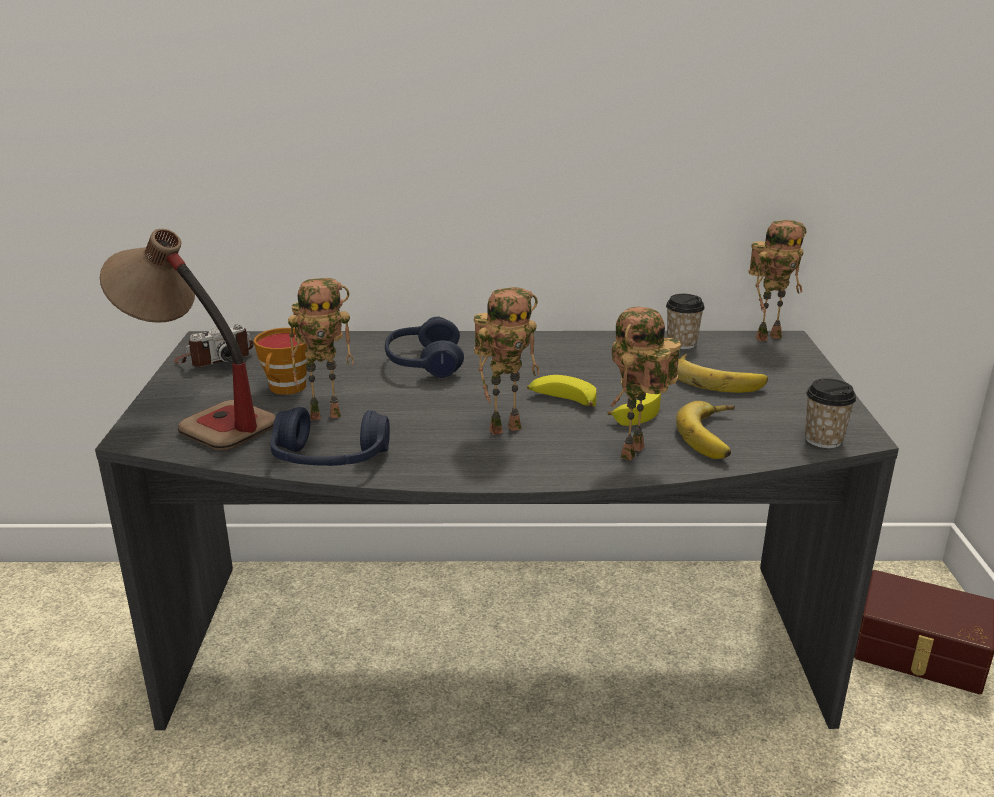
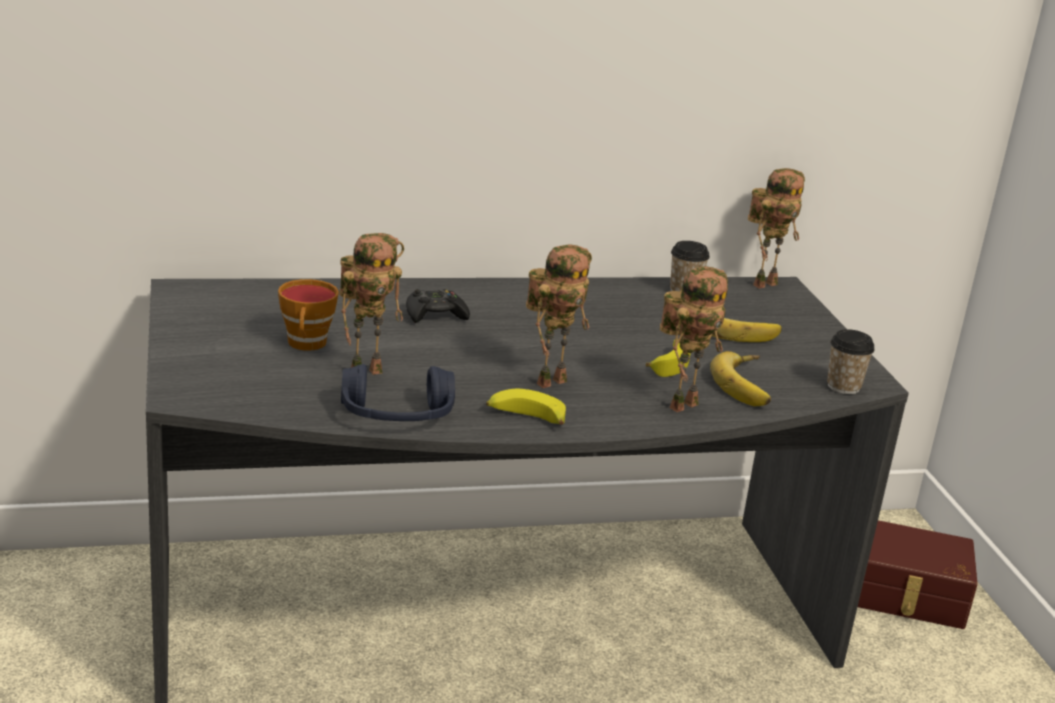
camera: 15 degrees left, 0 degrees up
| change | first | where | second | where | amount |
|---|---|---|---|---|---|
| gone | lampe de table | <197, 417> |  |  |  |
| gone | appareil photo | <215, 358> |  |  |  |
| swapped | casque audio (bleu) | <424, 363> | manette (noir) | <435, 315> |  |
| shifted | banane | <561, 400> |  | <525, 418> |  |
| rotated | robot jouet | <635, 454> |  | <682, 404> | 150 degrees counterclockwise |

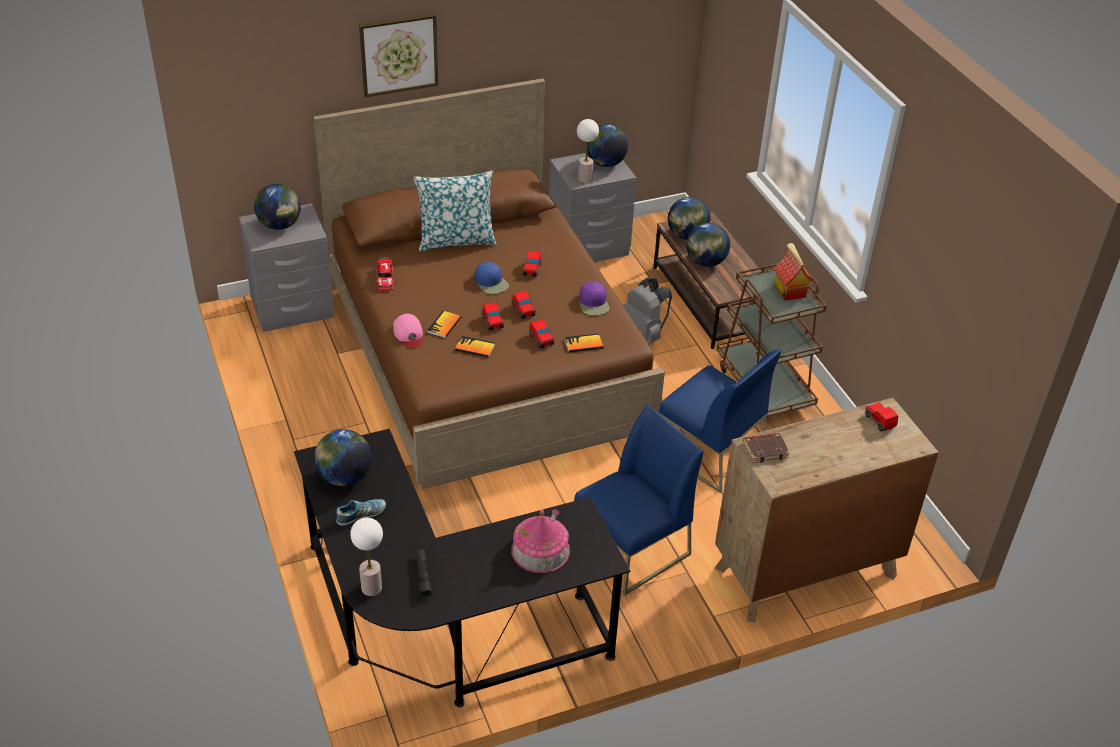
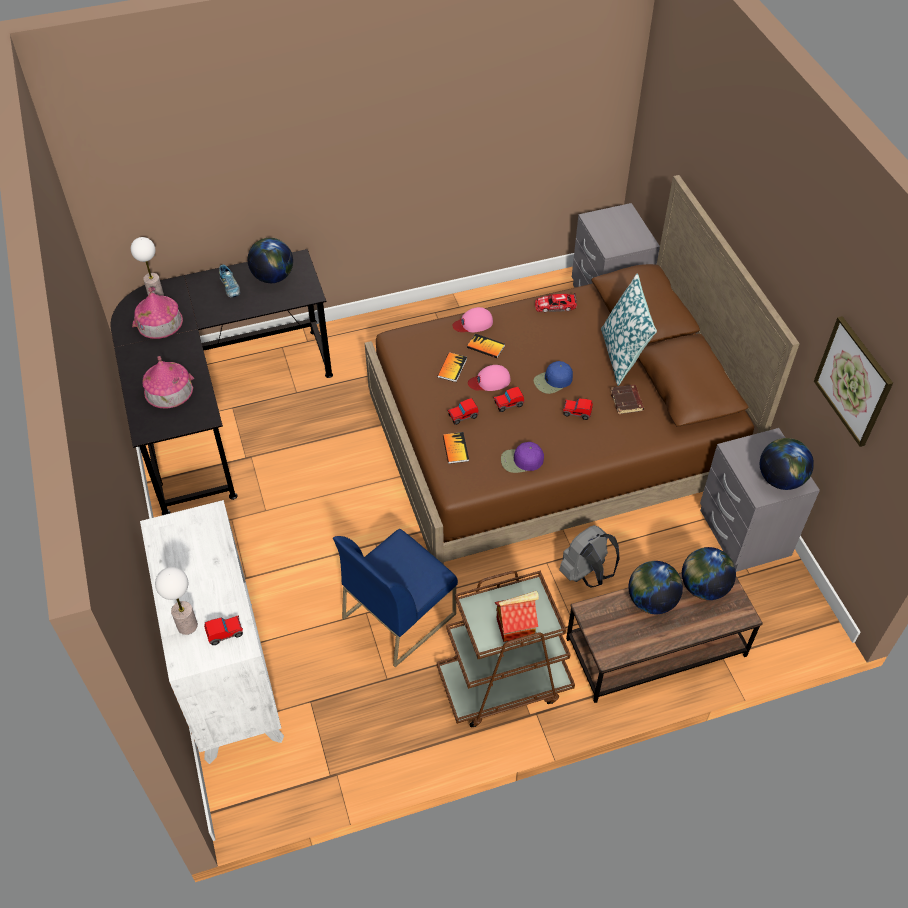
camera: 95 degrees right, 10 degrees up
| change | first | where | second | where | amount |
|---|---|---|---|---|---|
| gone | globe | <280, 225> |  |  |  |
| shifted | tableau | <399, 54> |  | <853, 381> |  |
| swapped | lampe de poche (noir) | <423, 576> | maison miniature | <159, 322> |  |
| swapped | petite voiture | <493, 322> | casquette (rose) | <489, 381> |  |
| gone | chaise (bleu) | <631, 550> |  |  |  |
| shifted | lampe de table | <585, 179> |  | <187, 625> |  |
| repainted | commode (marron) | <805, 572> | commode (blanc) | <228, 678> |  |
| shifted | livre (marron) | <765, 449> |  | <627, 401> |  |

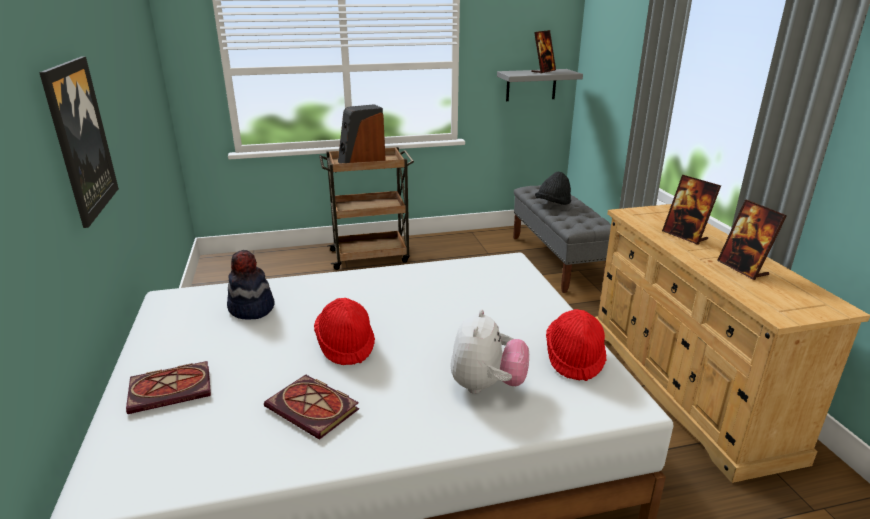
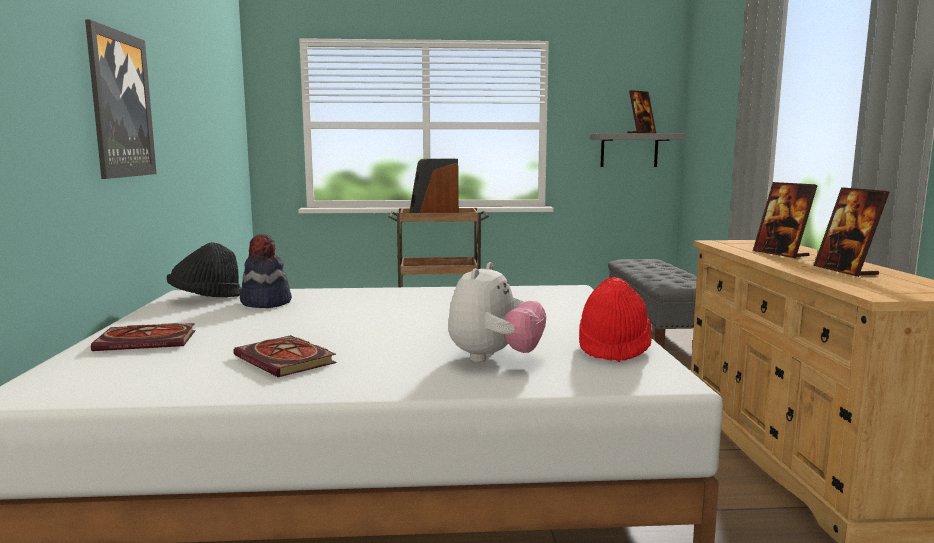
camera: 10 degrees right, 15 degrees down
| change | first | where | second | where | amount |
|---|---|---|---|---|---|
| gone | chapeau (rouge) | <346, 345> |  |  |  |
| shifted | chapeau (noir) | <553, 204> |  | <206, 298> |  |

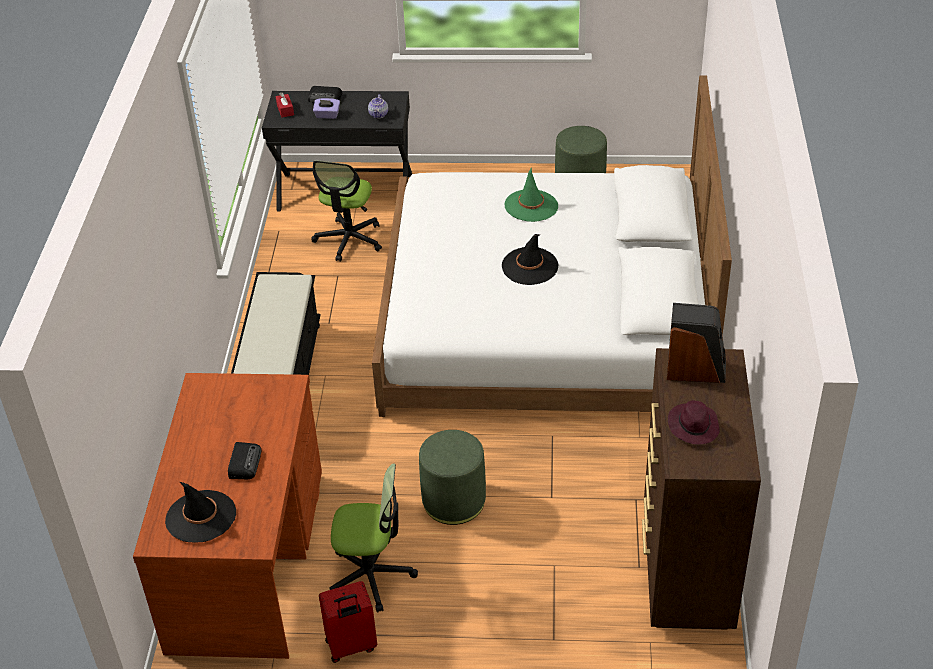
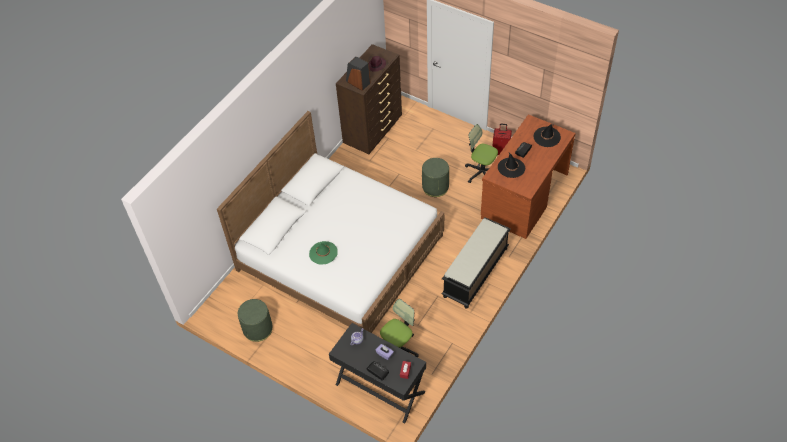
camera: 150 degrees left, 10 degrees up
| change | first | where | second | where | amount |
|---|---|---|---|---|---|
| shifted | chapeau (noir) | <530, 266> |  | <511, 168> |  |

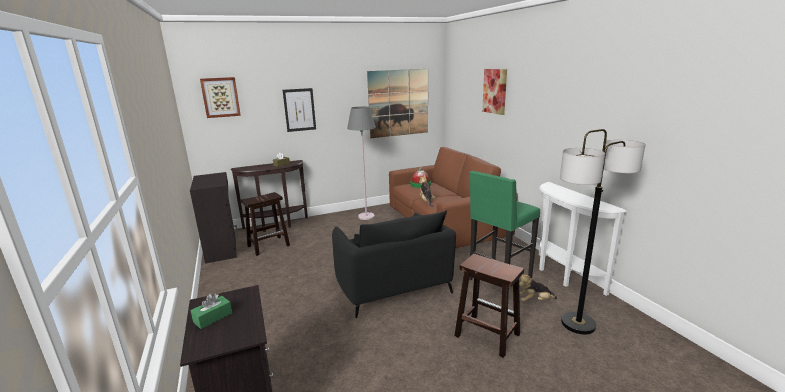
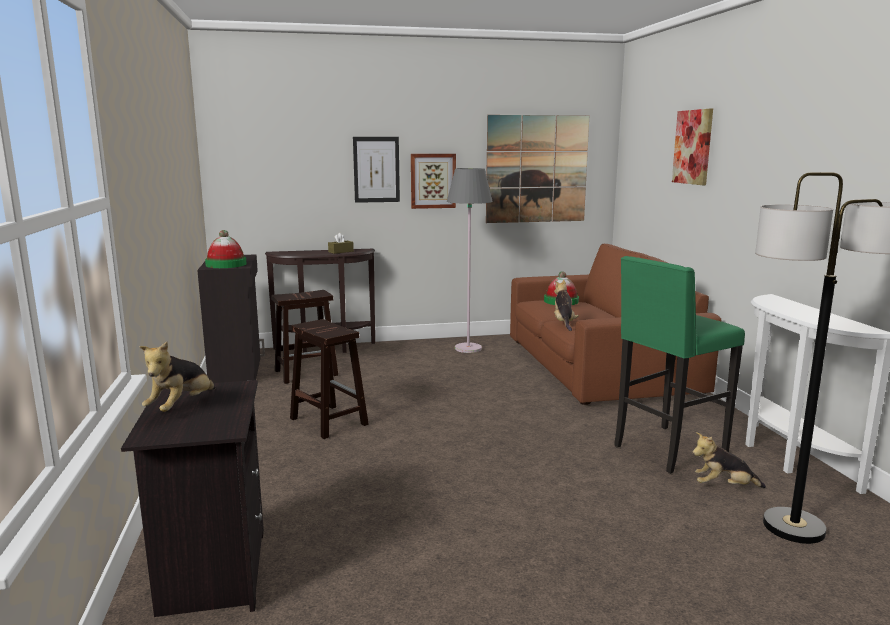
camera: 10 degrees right, 5 degrees down
| change | first | where | second | where | amount |
|---|---|---|---|---|---|
| swapped | boîte à mouchoirs (vert) | <213, 317> | peluche | <182, 407> |  |
| shifted | tableau | <220, 97> |  | <433, 181> |  |
| gone | fauteuil (noir) | <392, 286> |  |  |  |
| shifted | tabouret (marron) | <486, 335> |  | <327, 421> |  |
| new |  |  | chapeau | <226, 264> |  |

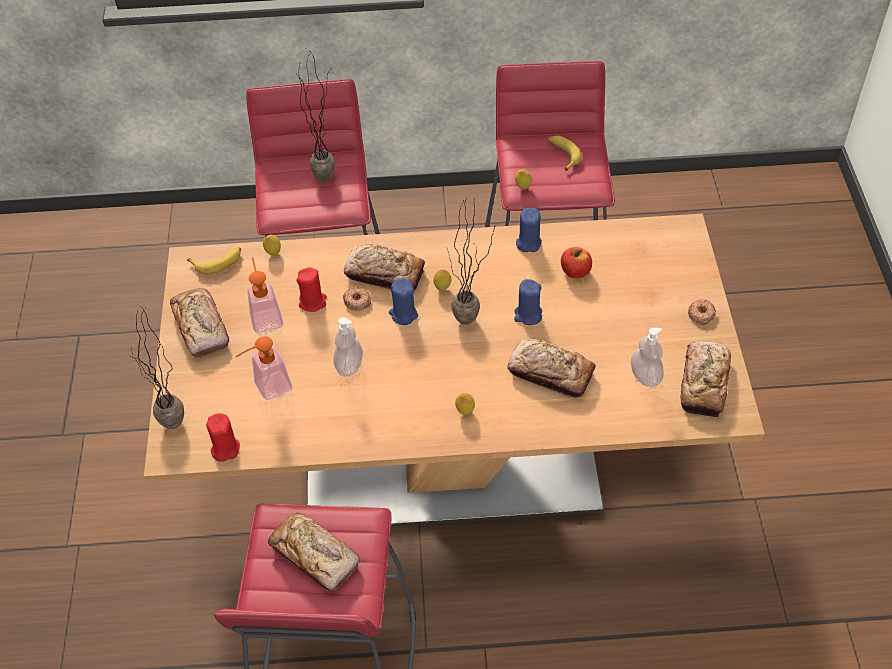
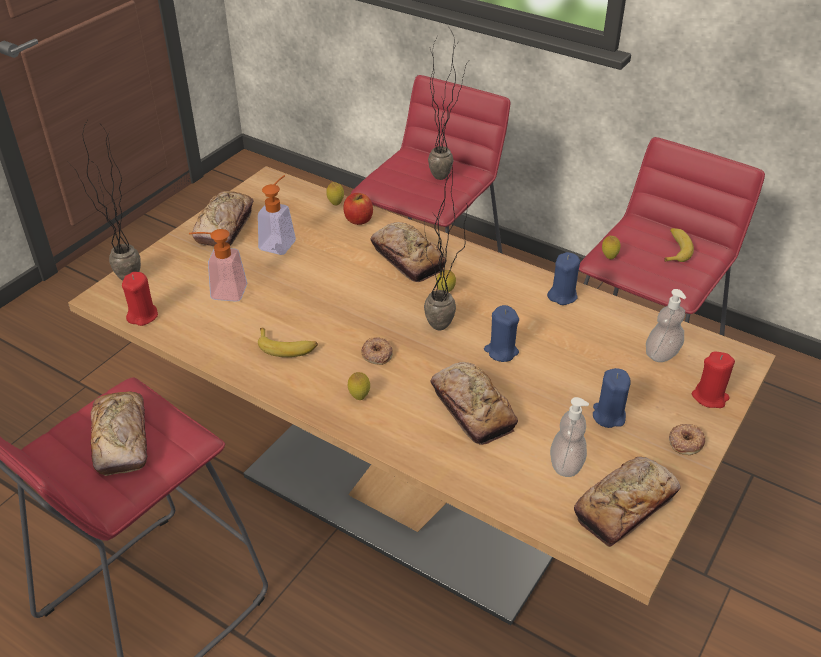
camera: 35 degrees right, 10 degrees down
| change | first | where | second | where | amount |
|---|---|---|---|---|---|
| shifted | banane | <218, 262> |  | <287, 347> |  |
| shifted | bougie (rouge) | <313, 302> |  | <710, 397> |  |
| shifted | distributeur de savon | <349, 366> |  | <661, 354> |  |
| shifted | beignet | <357, 301> |  | <376, 354> |  |
| shifted | bougie (bleu) | <403, 314> |  | <608, 415> |  |
| shifted | pomme | <575, 272> |  | <358, 220> |  |

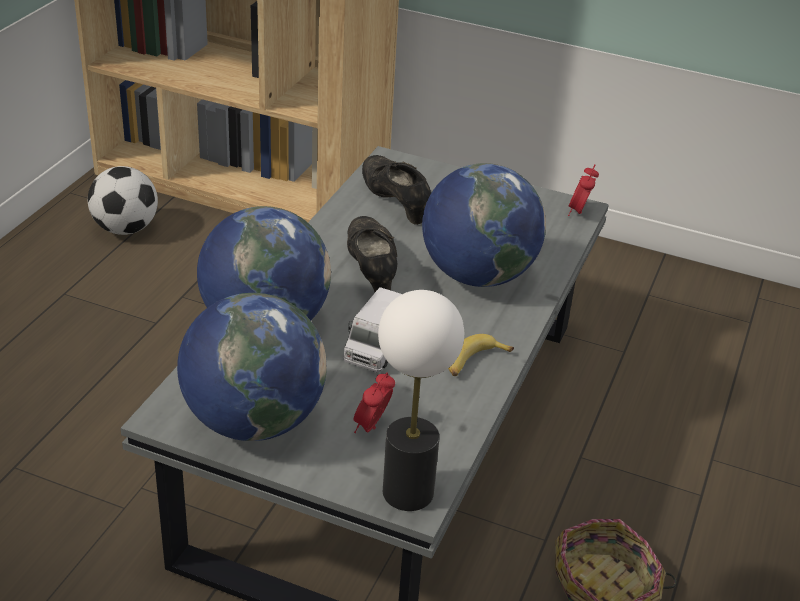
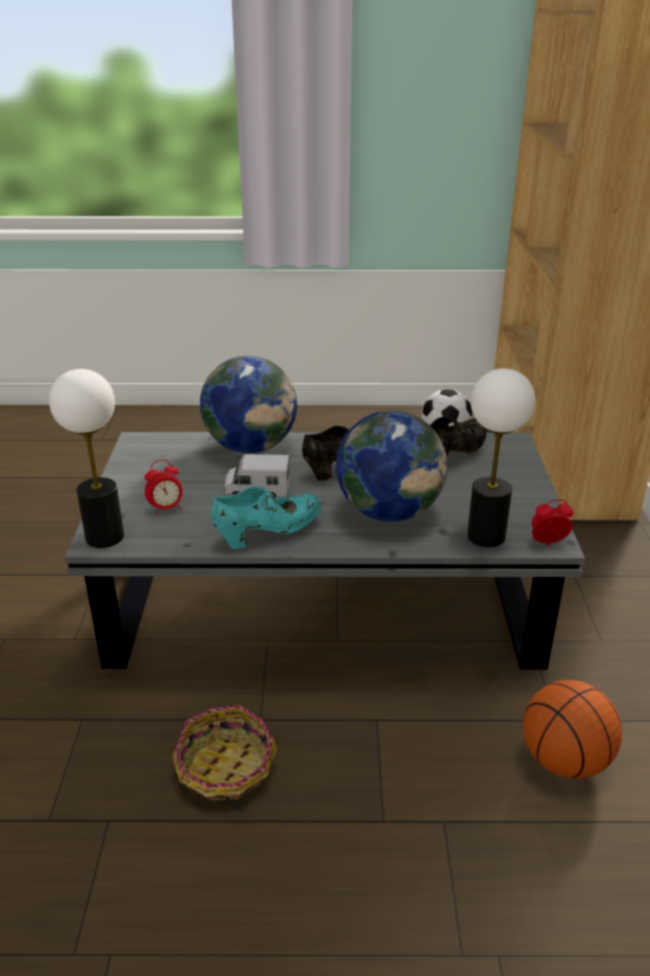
camera: 70 degrees right, 5 degrees down
| change | first | where | second | where | amount |
|---|---|---|---|---|---|
| gone | globe | <253, 421> |  |  |  |
| rotated | réveil | <372, 427> |  | <166, 509> | 150 degrees clockwise |
| swapped | banane | <474, 362> | chaussure (turquoise) | <269, 533> |  |
| new |  |  | lampe de table | <486, 536> |  |
| new |  |  | ballon de basket | <564, 760> |  |

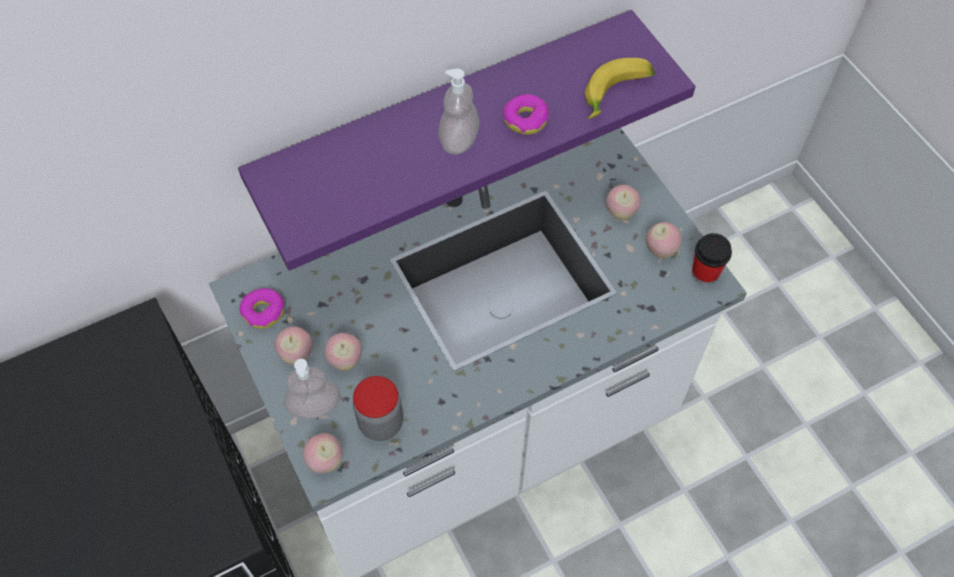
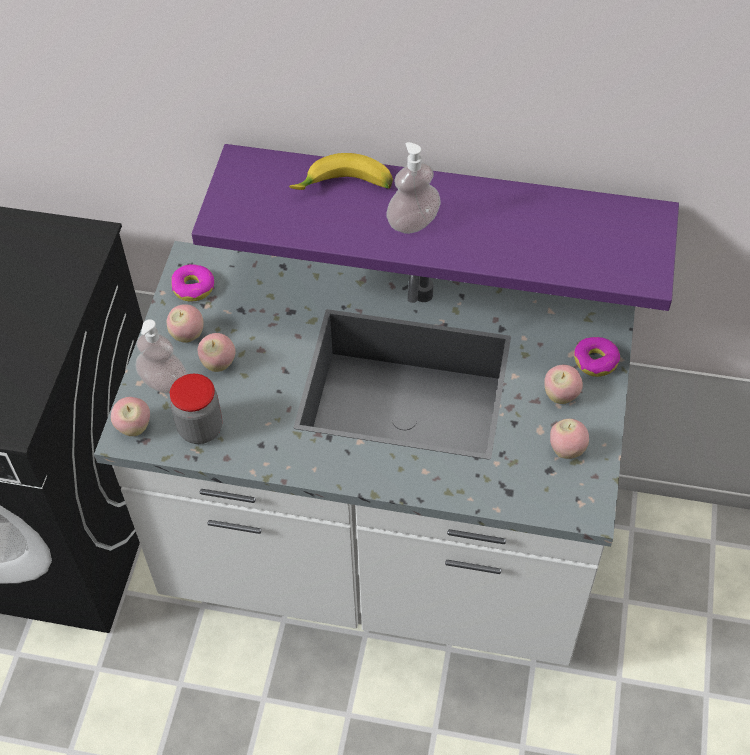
camera: 40 degrees right, 5 degrees down
| change | first | where | second | where | amount |
|---|---|---|---|---|---|
| shifted | beignet | <525, 119> |  | <596, 361> |  |
| shifted | banane | <617, 95> |  | <344, 188> |  |
| gone | tasse | <705, 273> |  |  |  |

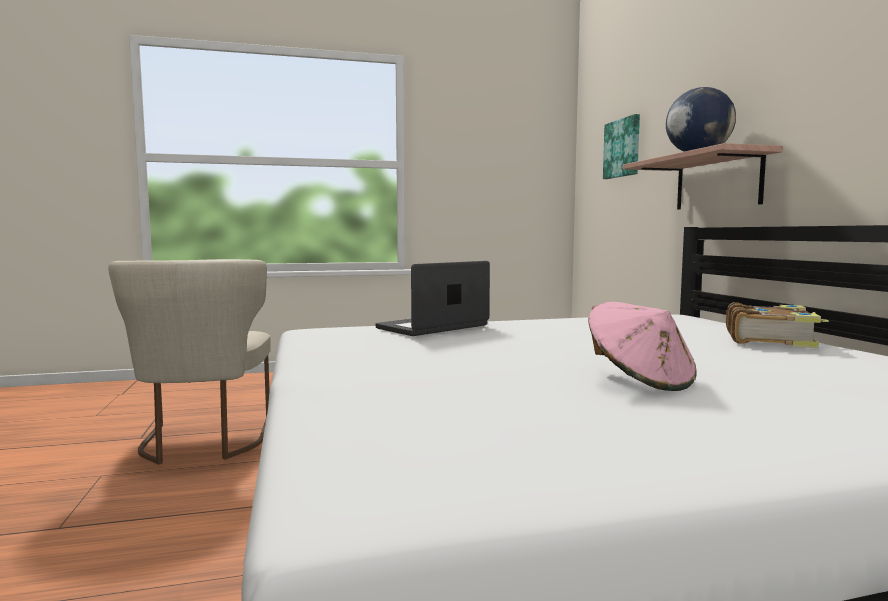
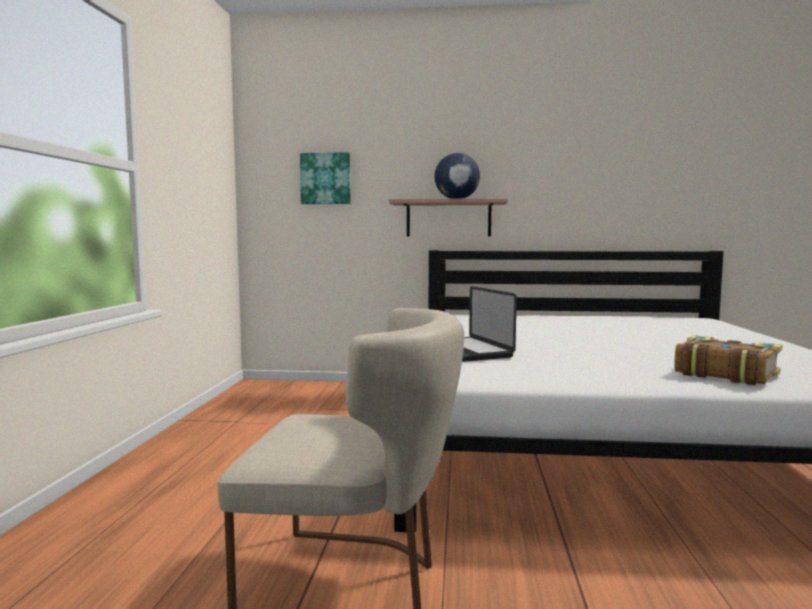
camera: 70 degrees left, 0 degrees up
| change | first | where | second | where | amount |
|---|---|---|---|---|---|
| gone | chapeau (rose) | <640, 380> |  |  |  |
| shifted | livre | <770, 339> |  | <724, 373> |  |

